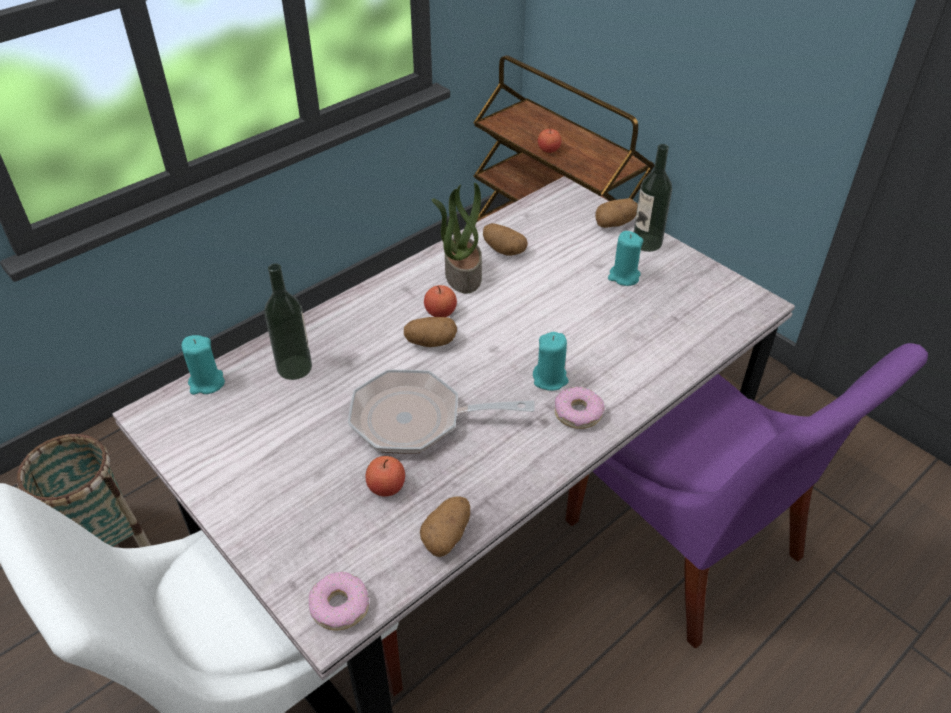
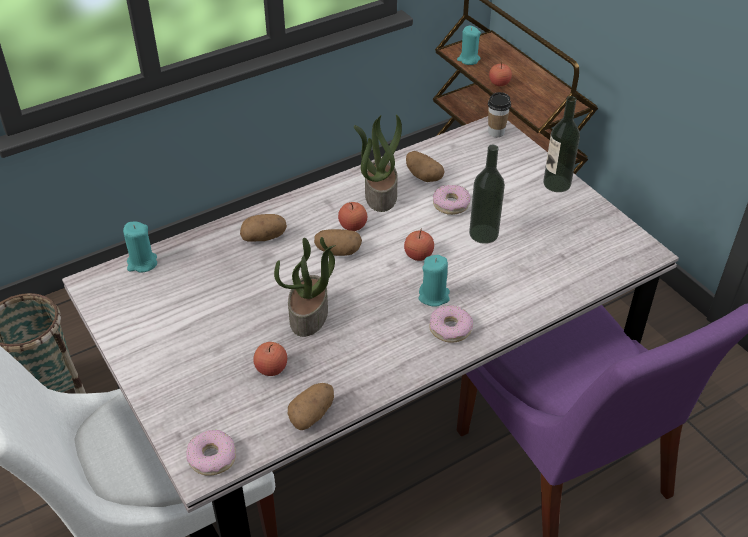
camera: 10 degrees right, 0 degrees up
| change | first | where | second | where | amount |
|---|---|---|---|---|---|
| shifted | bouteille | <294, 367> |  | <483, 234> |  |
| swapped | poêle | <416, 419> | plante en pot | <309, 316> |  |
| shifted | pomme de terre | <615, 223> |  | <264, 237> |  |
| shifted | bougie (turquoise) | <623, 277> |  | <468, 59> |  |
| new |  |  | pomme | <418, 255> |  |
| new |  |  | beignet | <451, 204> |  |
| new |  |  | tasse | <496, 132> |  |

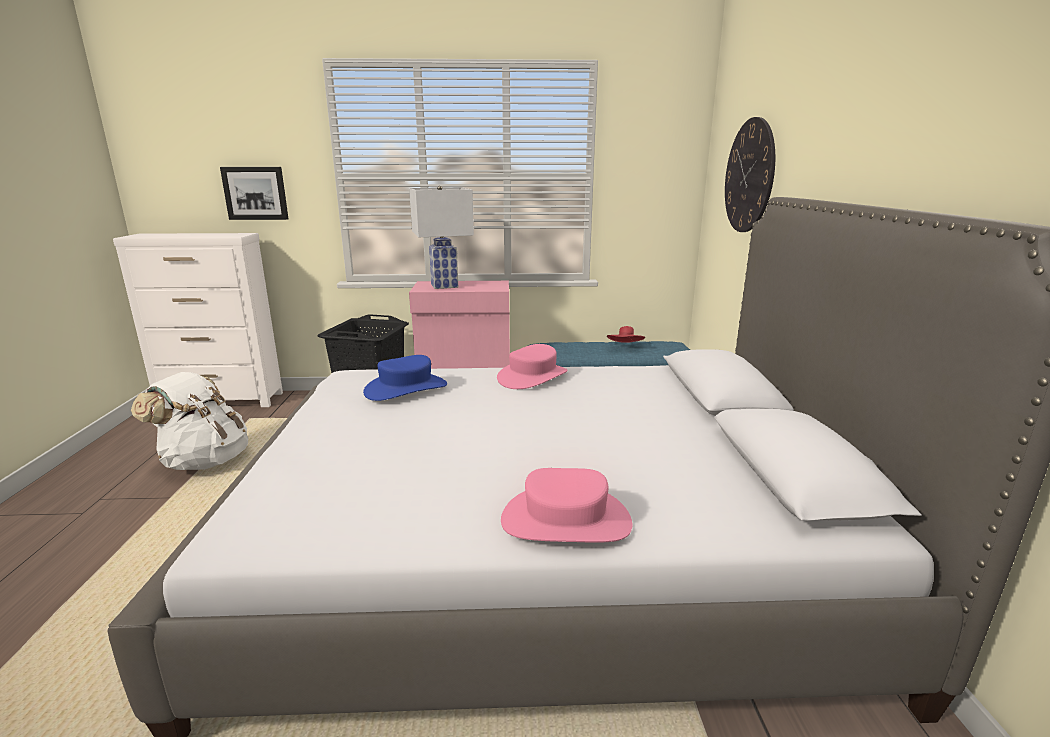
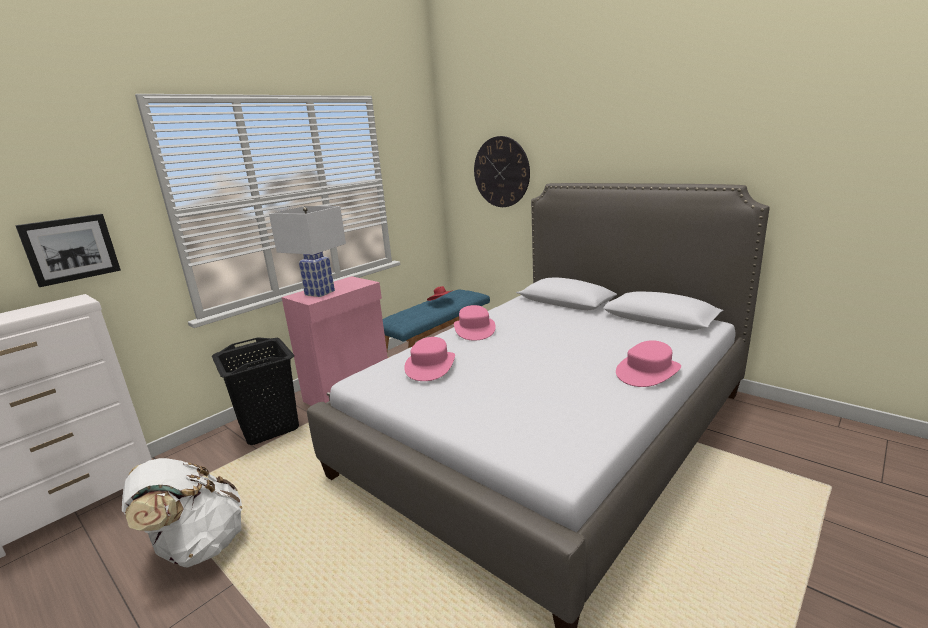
camera: 45 degrees left, 0 degrees up
| change | first | where | second | where | amount |
|---|---|---|---|---|---|
| repainted | chapeau (bleu) | <406, 388> | chapeau (rose) | <430, 366> |  |

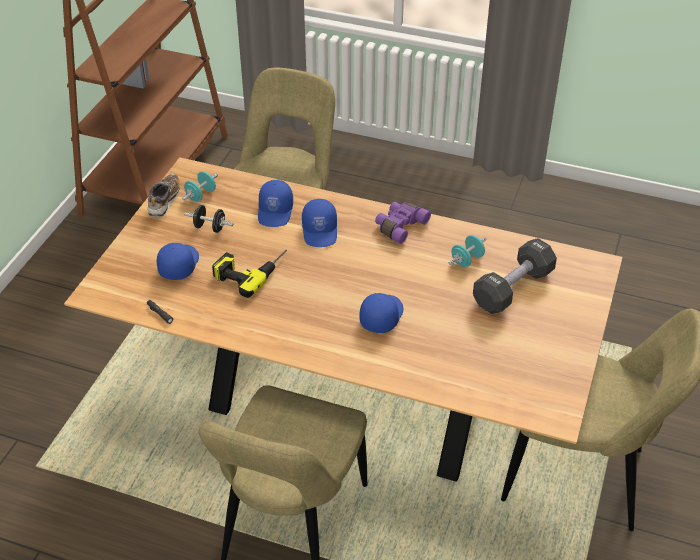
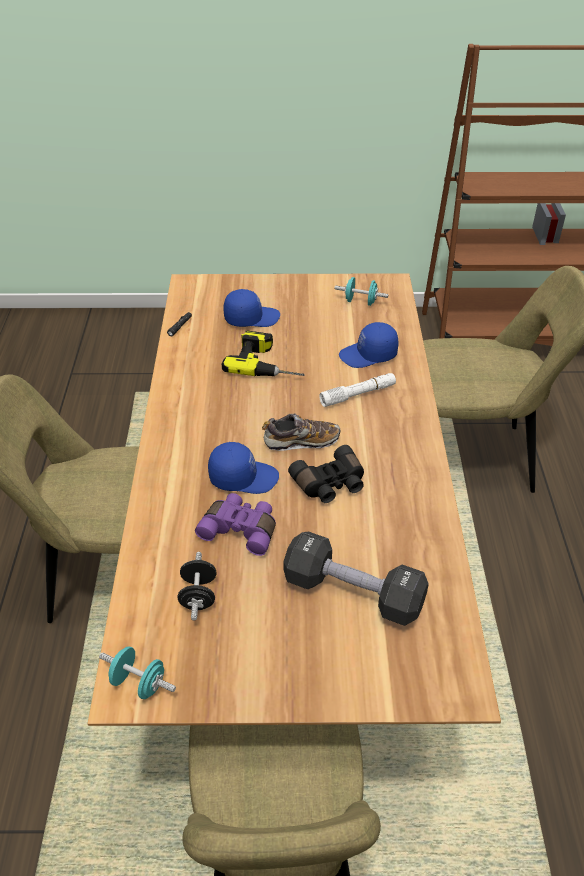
camera: 70 degrees right, 0 degrees up
| change | first | where | second | where | amount |
|---|---|---|---|---|---|
| shifted | chaussure | <164, 201> |  | <301, 441> |  |
| shifted | haltère (noir) | <210, 228> |  | <198, 595> |  |
| swapped | casquette (bleu) | <320, 231> | lampe de poche (blanc) | <358, 395> |  |
| shifted | jumelles (violet) | <399, 226> |  | <241, 529> |  |
| shifted | haltère (turquoise) | <467, 260> |  | <139, 683> |  |
| new |  |  | jumelles (noir) | <330, 484> |  |

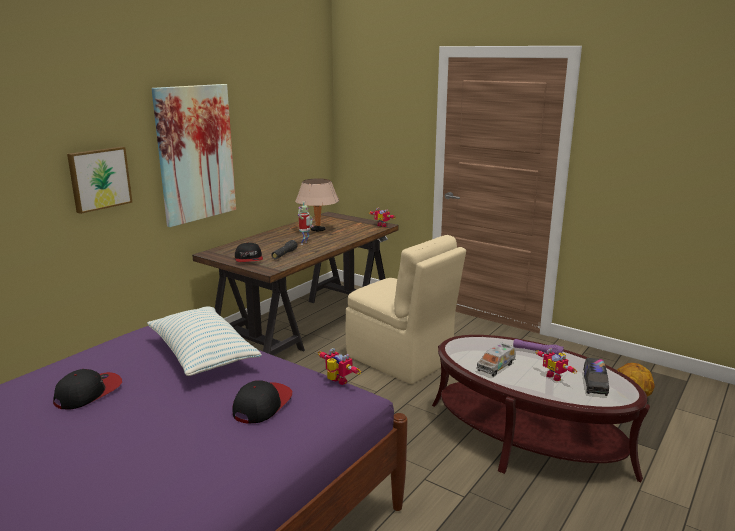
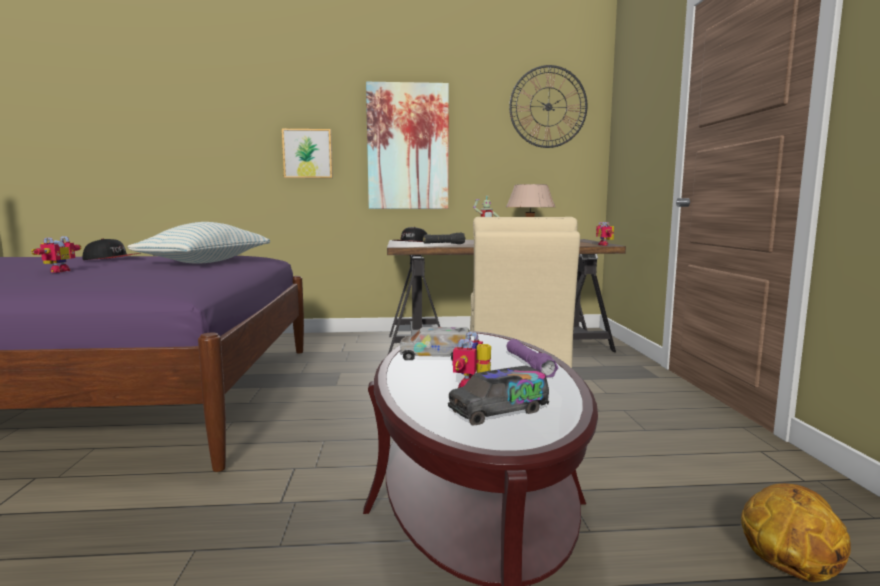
camera: 50 degrees right, 10 degrees down
| change | first | where | second | where | amount |
|---|---|---|---|---|---|
| gone | casquette | <262, 405> |  |  |  |
| shifted | robot jouet | <336, 382> |  | <57, 271> |  |
| new |  |  | horloge murale | <548, 107> |  |

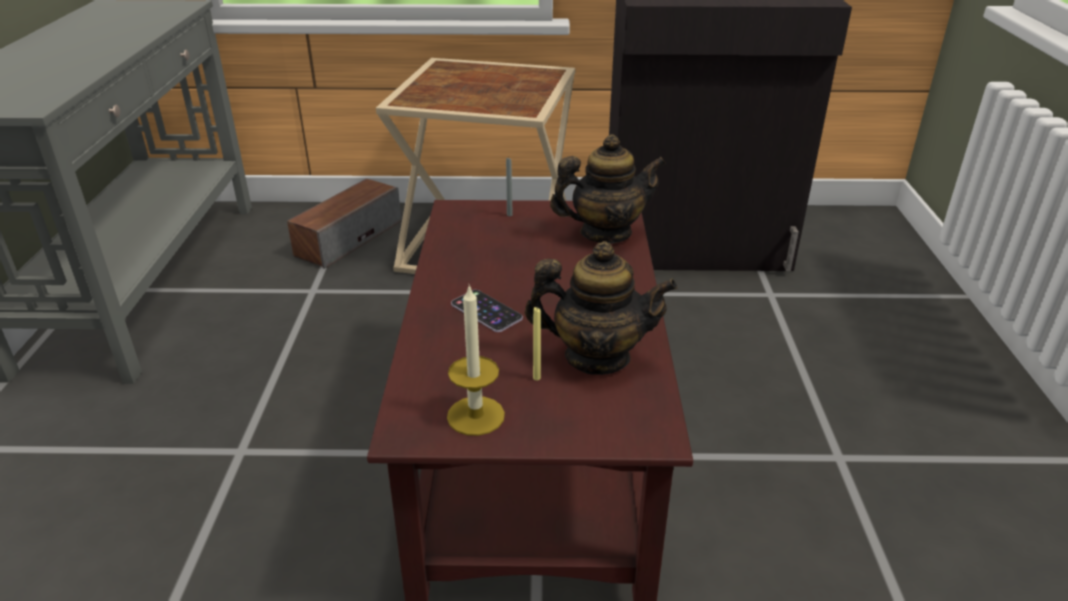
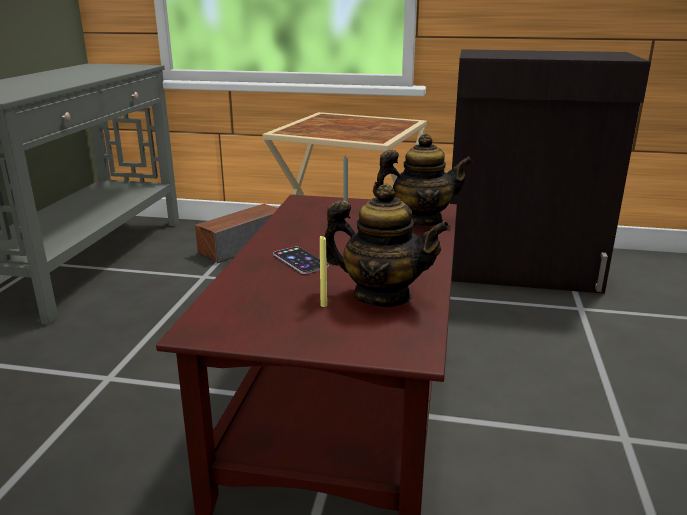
camera: 10 degrees right, 10 degrees down
| change | first | where | second | where | amount |
|---|---|---|---|---|---|
| gone | bougie | <475, 416> |  |  |  |

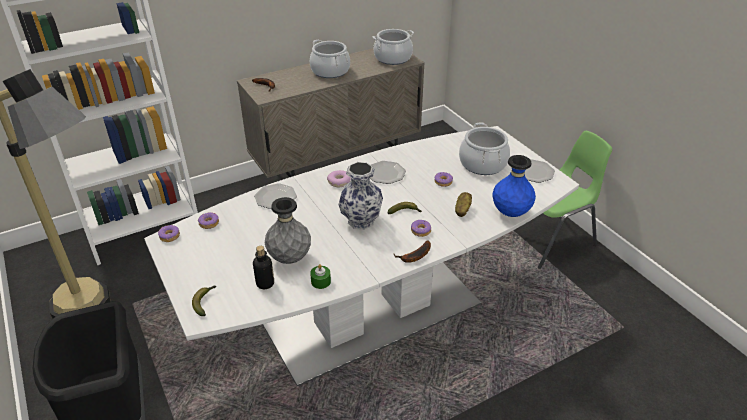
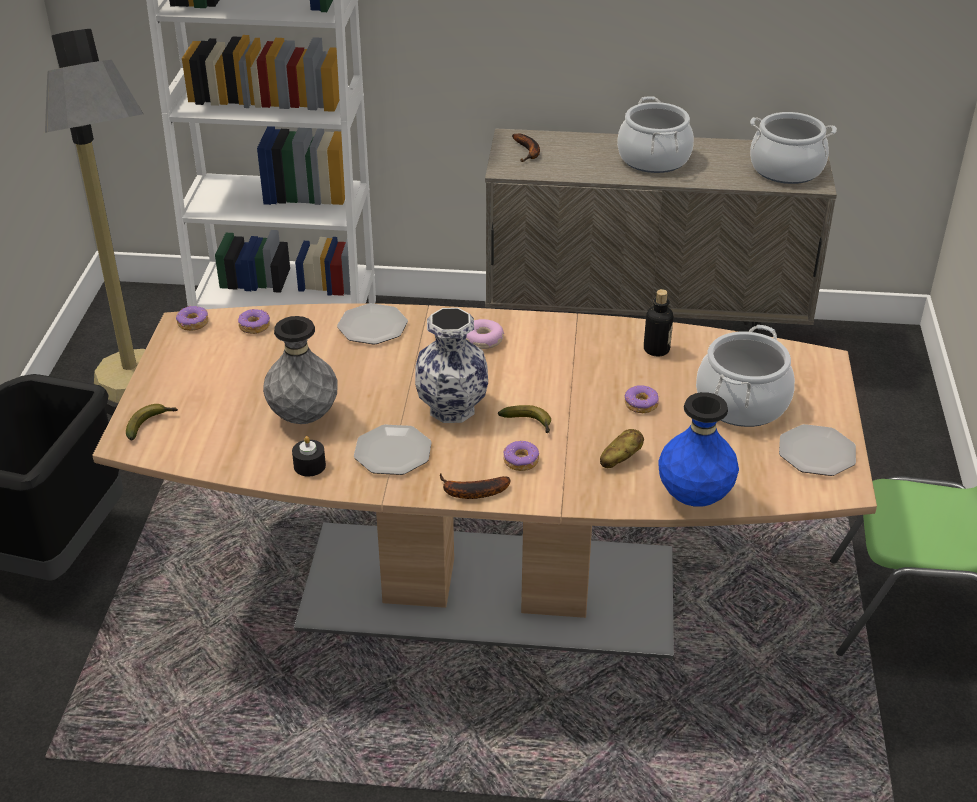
camera: 35 degrees right, 0 degrees up
| change | first | where | second | where | amount |
|---|---|---|---|---|---|
| repainted | table à manger (blanc) | <372, 315> | table à manger (marron) | <487, 590> |  |
| shifted | bouteille | <265, 283> |  | <656, 349> |  |
| repainted | bougie (vert) | <321, 281> | bougie (noir) | <309, 466> |  |
| shifted | assiette | <385, 174> |  | <392, 452> |  |

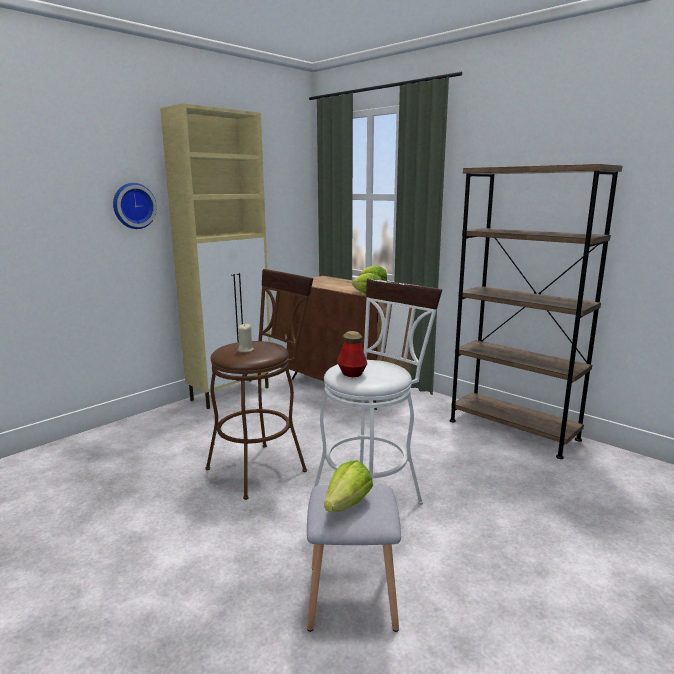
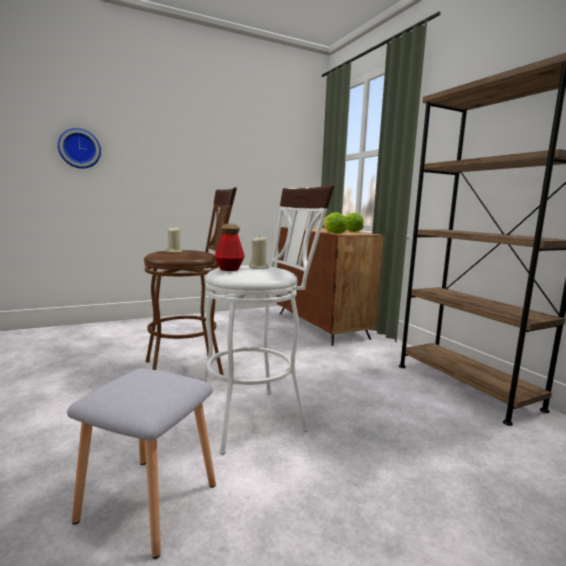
camera: 20 degrees right, 5 degrees down
| change | first | where | second | where | amount |
|---|---|---|---|---|---|
| shifted | horloge murale | <133, 206> |  | <79, 149> |  |
| gone | meuble de rangement (beige) | <231, 393> |  |  |  |
| gone | laitue | <347, 504> |  |  |  |
| new |  |  | bougie (beige) | <258, 268> |  |

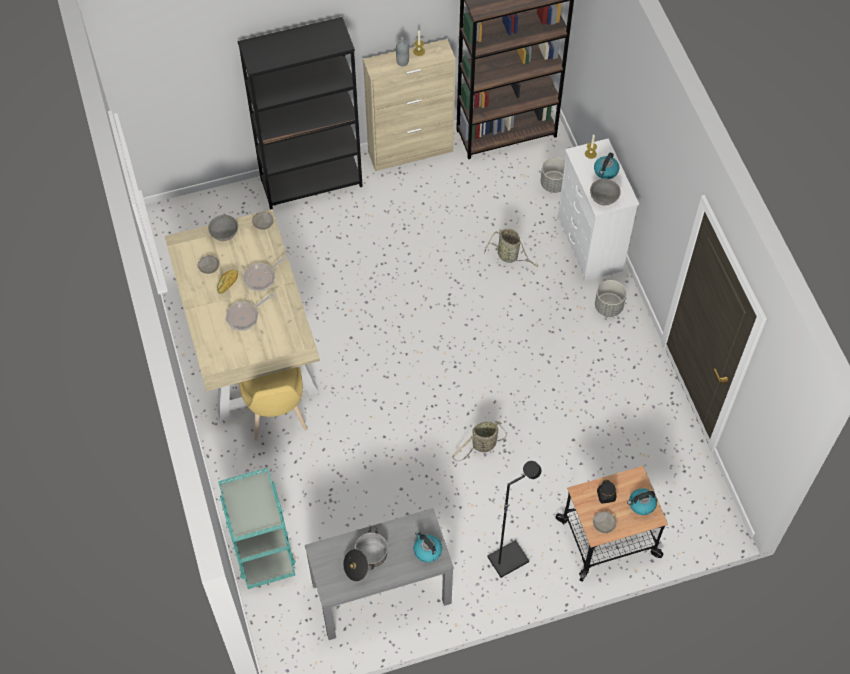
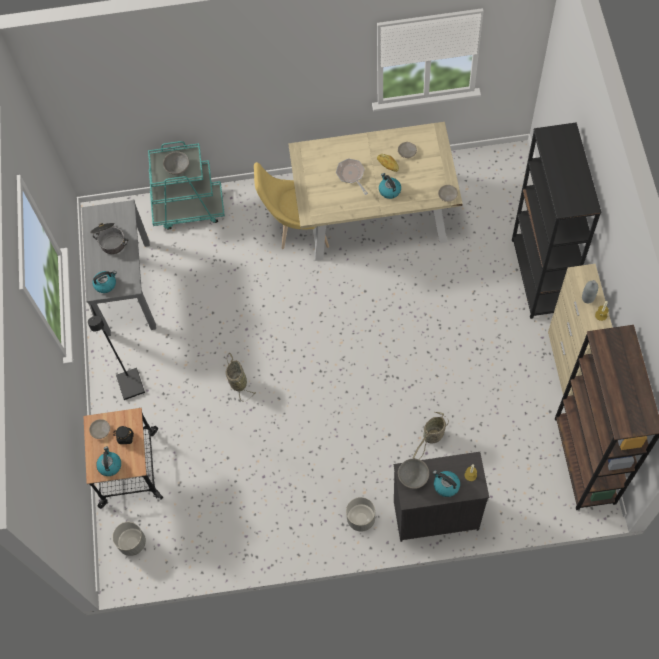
camera: 105 degrees right, 5 degrees up
| change | first | where | second | where | amount |
|---|---|---|---|---|---|
| shifted | bol (gris) | <224, 233> |  | <178, 168> |  |
| swapped | poêle | <262, 277> | bouilloire | <389, 190> |  |
| shifted | cache-pot (gris) | <554, 184> |  | <132, 543> |  |
| repainted | commode (blanc) | <589, 245> | commode (noir) | <434, 515> |  |

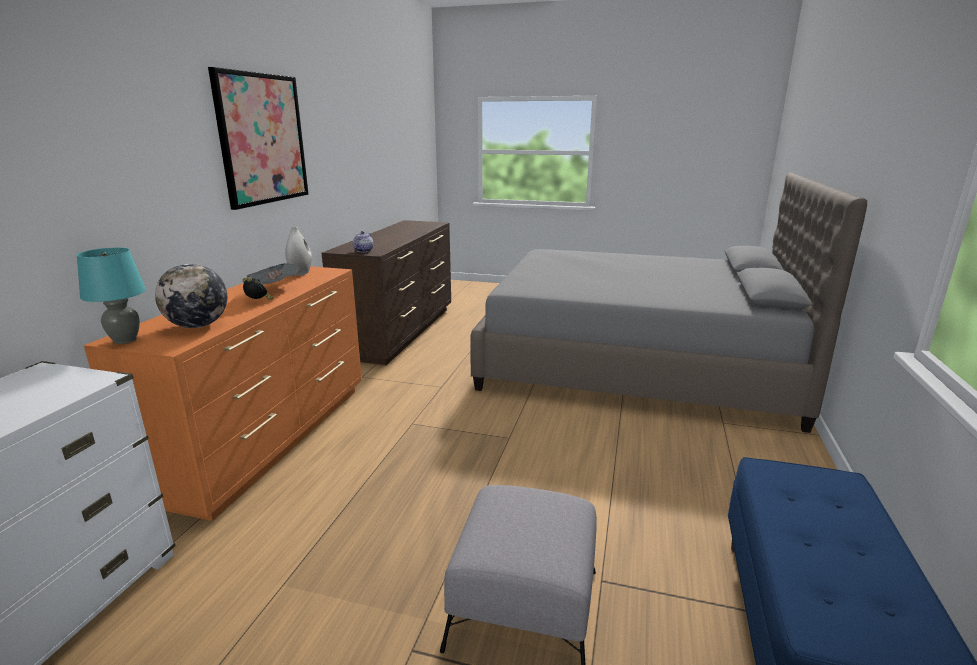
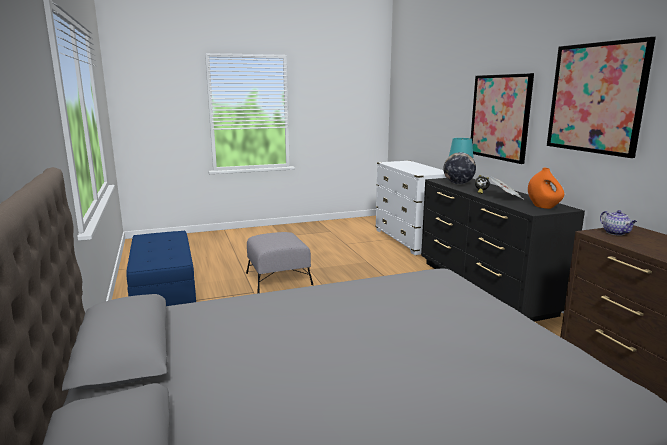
camera: 145 degrees right, 5 degrees down
| change | first | where | second | where | amount |
|---|---|---|---|---|---|
| repainted | commode (orange) | <269, 439> | commode (noir) | <484, 286> |  |
| repainted | vase (blanc) | <301, 273> | vase (orange) | <543, 207> |  |
| new |  |  | tableau | <500, 117> |  |

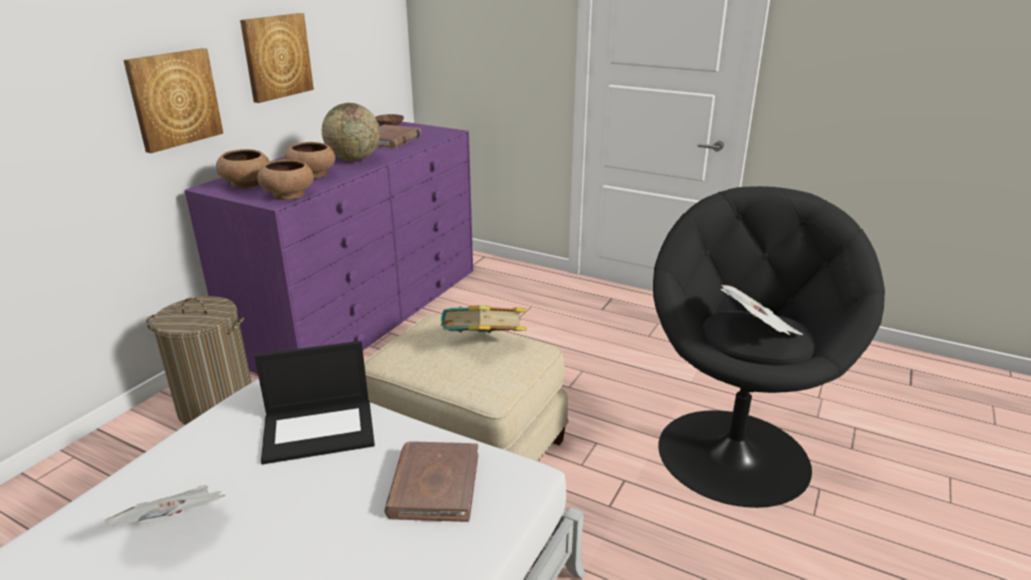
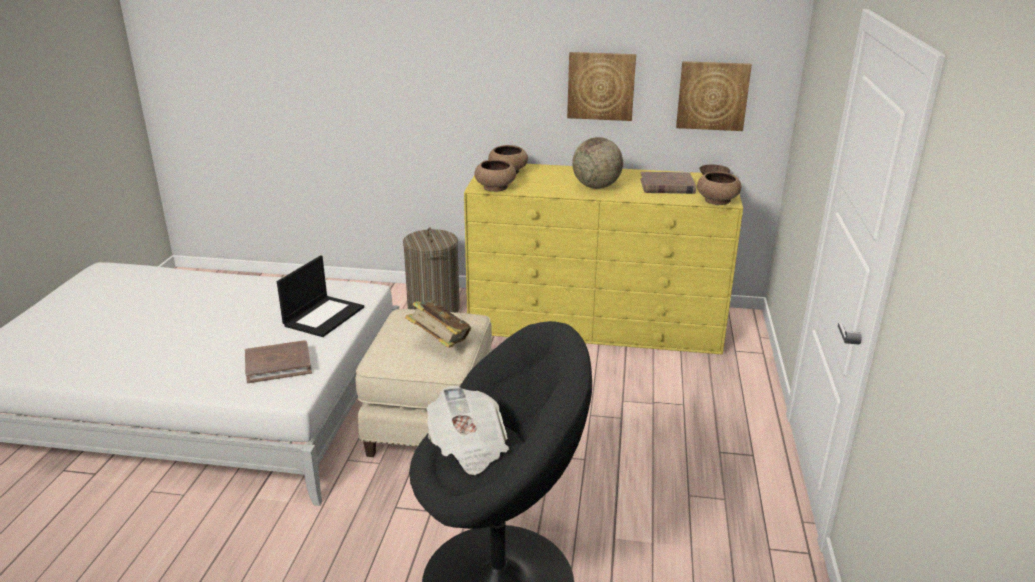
camera: 70 degrees right, 0 degrees up
| change | first | where | second | where | amount |
|---|---|---|---|---|---|
| gone | journal | <177, 525> |  |  |  |
| shifted | tableau | <174, 99> |  | <712, 95> |  |
| repainted | commode (violet) | <363, 311> | commode (jaune) | <595, 321> |  |
| rotated | ordinateur portable | <320, 430> |  | <324, 316> | 120 degrees counterclockwise |
| shifted | bol (marron) | <312, 174> |  | <717, 201> |  |

